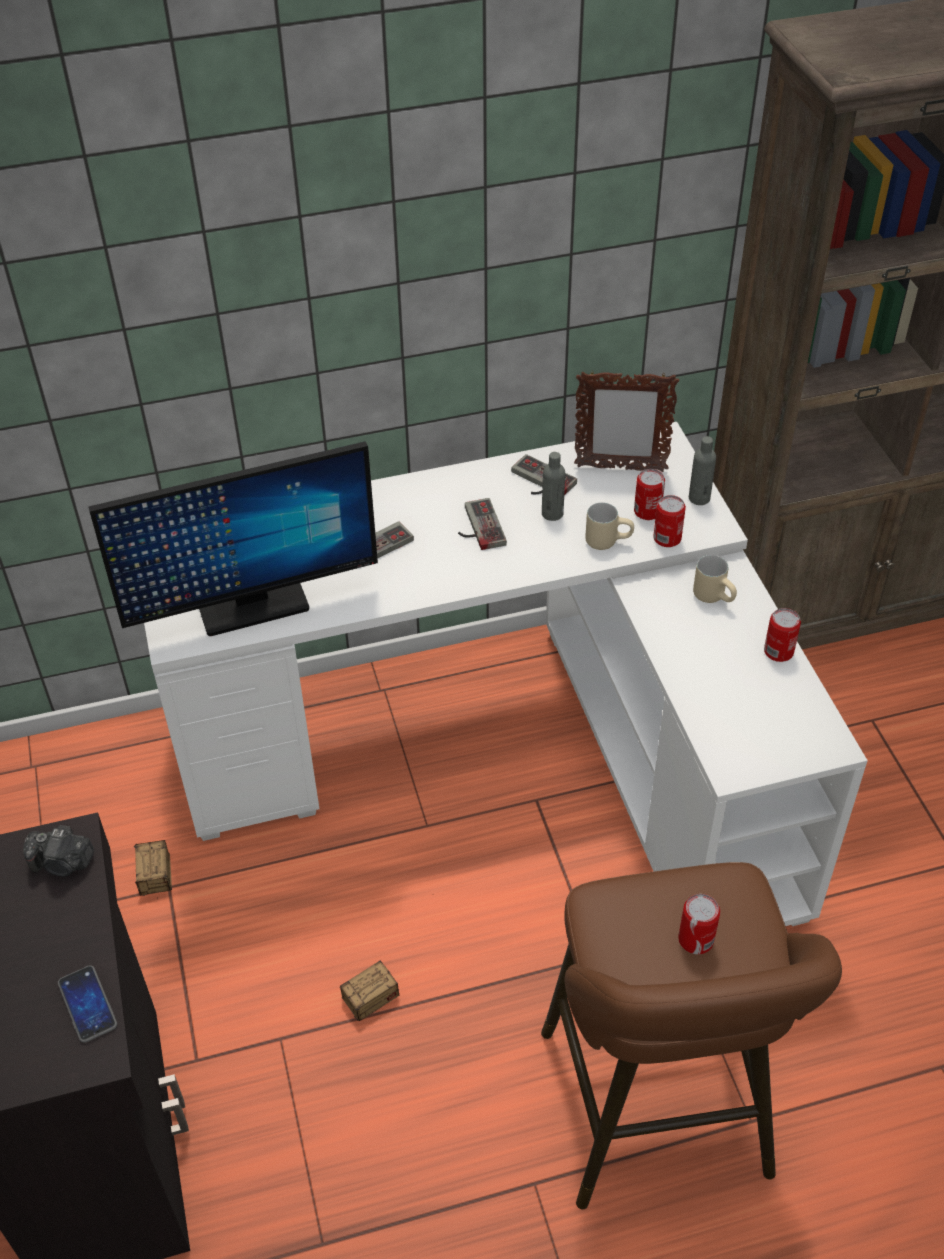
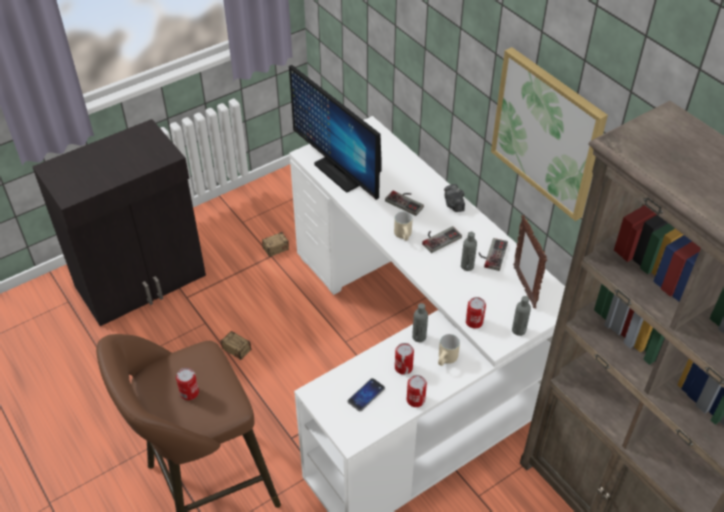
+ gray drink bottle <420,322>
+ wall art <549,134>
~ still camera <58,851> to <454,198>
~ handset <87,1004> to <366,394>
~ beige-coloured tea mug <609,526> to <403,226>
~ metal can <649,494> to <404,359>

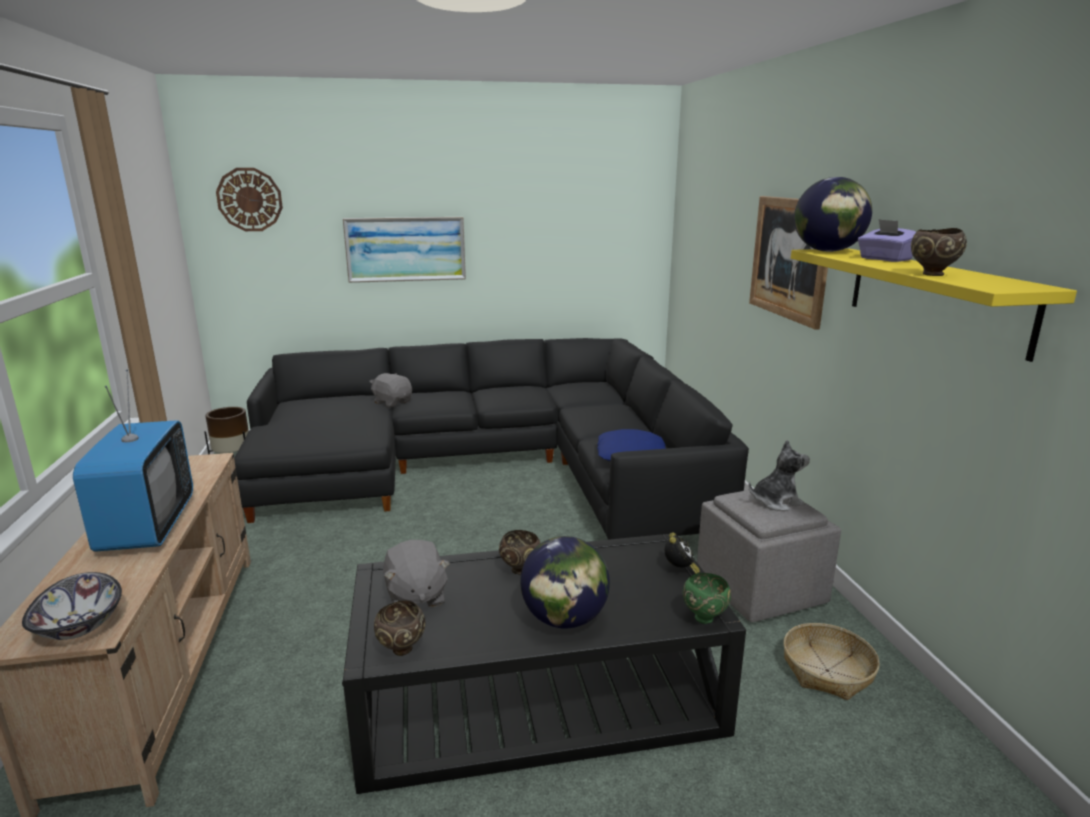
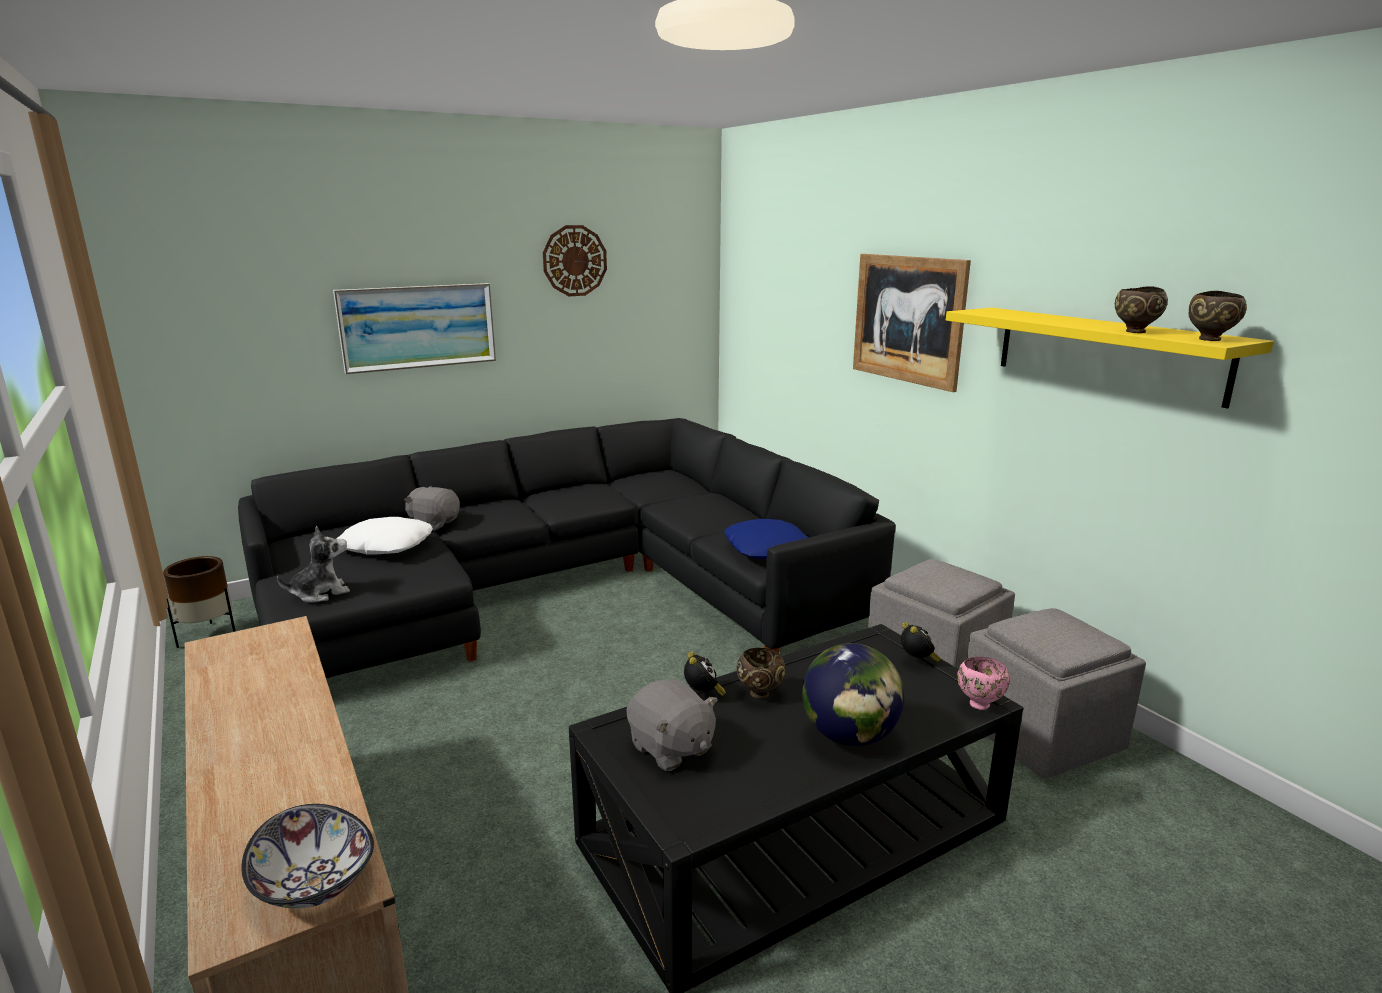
- television <133,461>
- desk globe <833,214>
- purple-coloured tissue holder <887,240>
+ whitish throw pillow <384,535>
+ bedside clock <705,674>
~ clock on the wall <249,199> to <575,260>
~ brown serving bowl <399,628> to <1218,316>
~ cuddly toy <779,475> to <313,564>
~ storage basket <831,661> to gray ottoman <1056,693>
~ greenish serving bowl <707,598> to pink-coloured serving bowl <983,683>

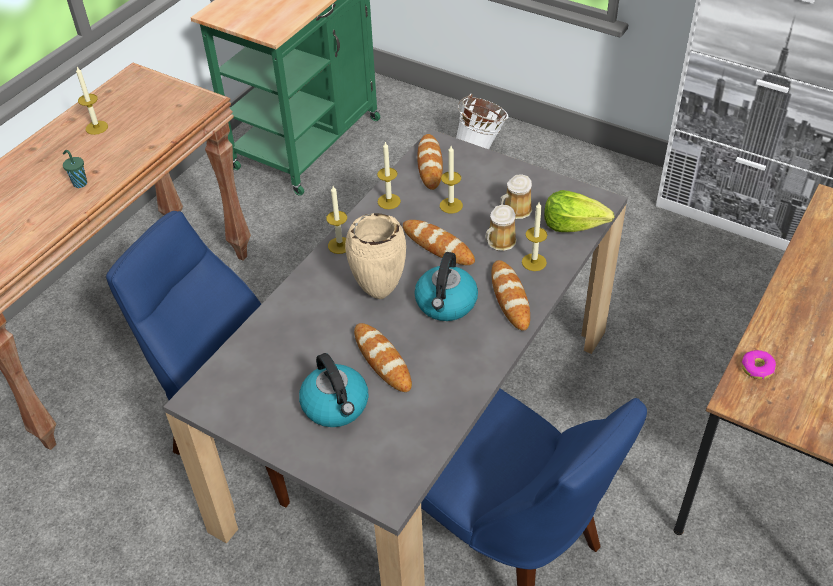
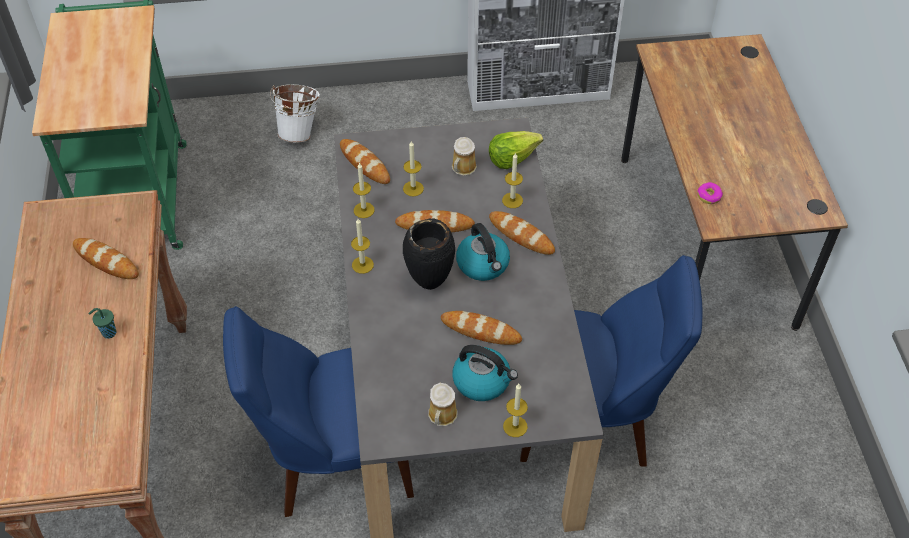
+ bread <106,258>
~ candle <92,101> to <515,410>
~ tea mug <501,228> to <443,404>
~ beige-coloured decorative vase <375,256> to blackish decorative vase <429,254>

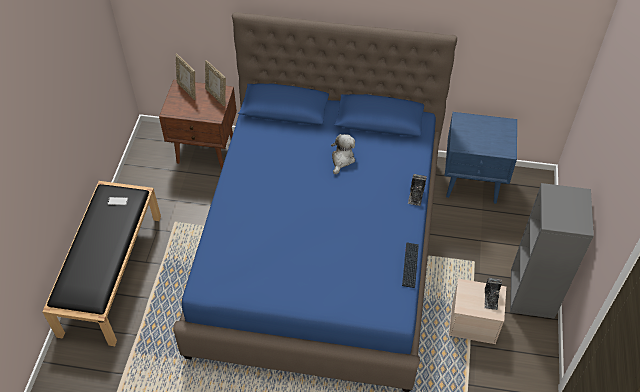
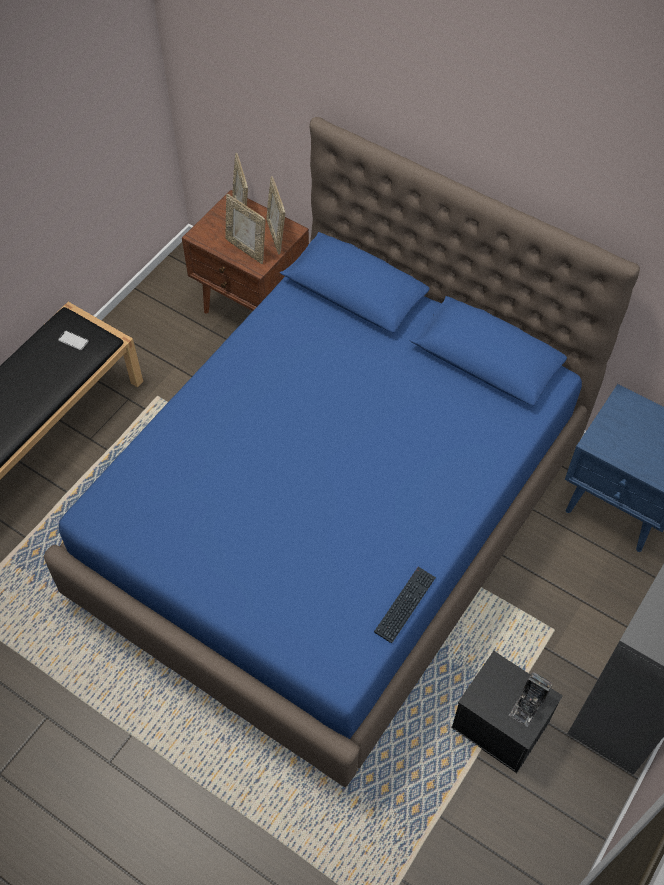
- cuddly toy <343,154>
- still camera <417,190>
+ photo frame <245,228>
~ beige-coloured storage bin <477,311> to blackish storage bin <507,712>

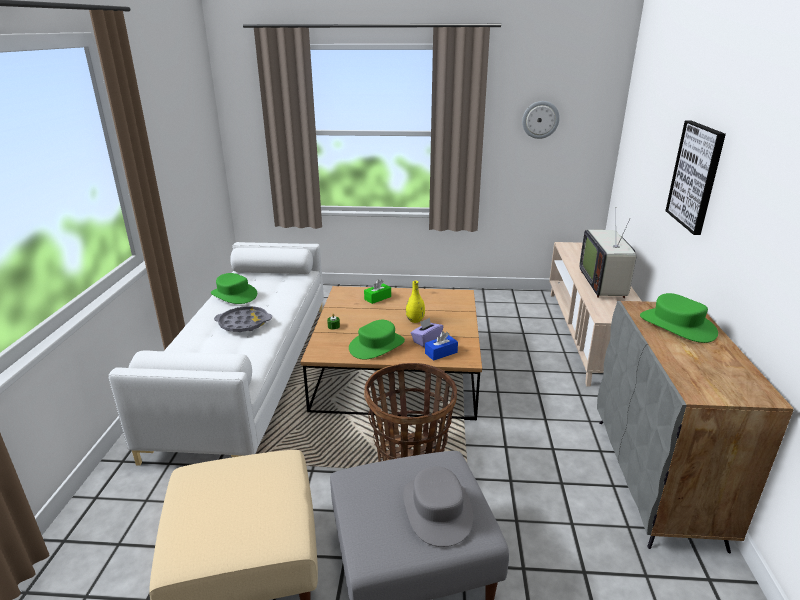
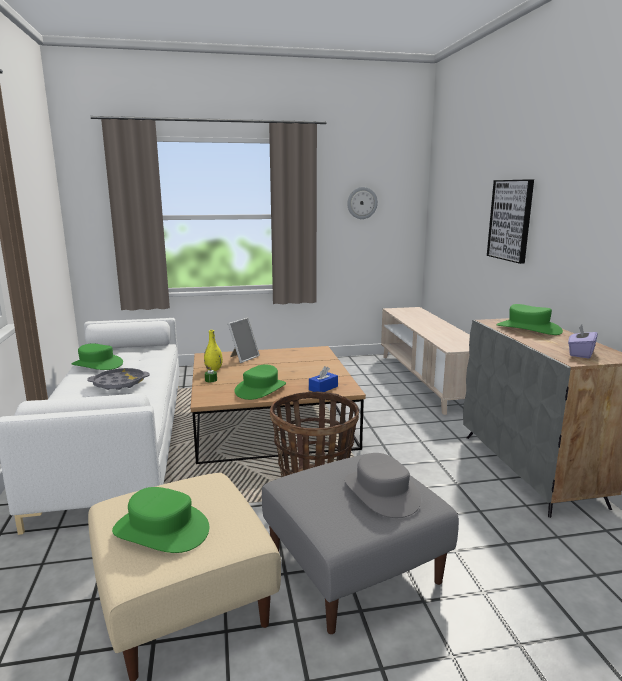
- television <608,252>
+ greenish hat <160,520>
~ yellow decorative vase <415,302> to <213,350>
~ purple-coloured tissue holder <427,332> to <583,341>
~ greenish tissue holder <377,291> to photo frame <244,340>

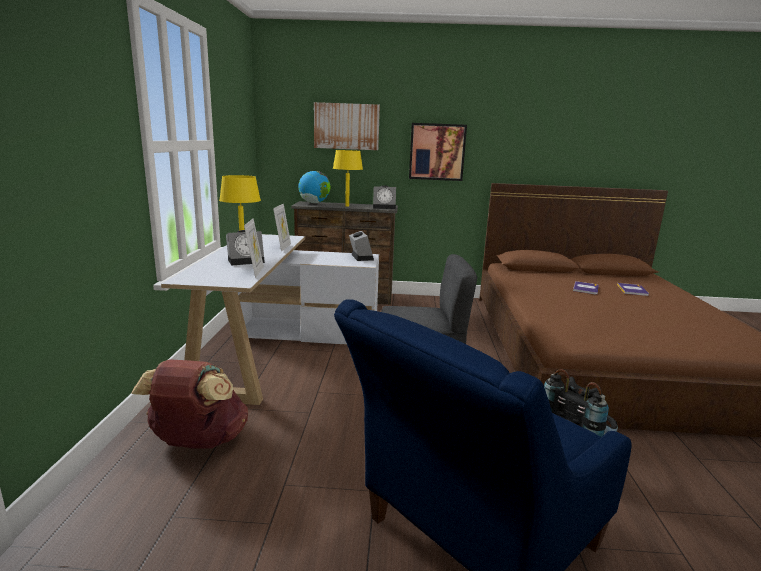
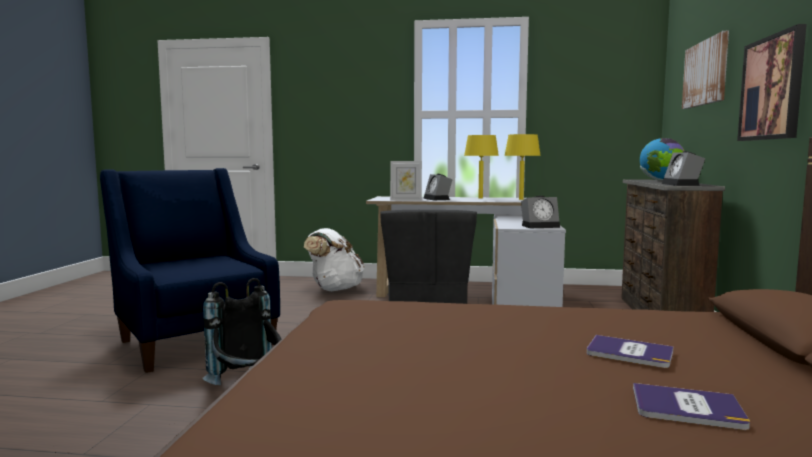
- photo frame <282,227>
~ yellow table lamp <348,178> to <522,167>
~ brown backpack <189,404> to whitish backpack <334,259>

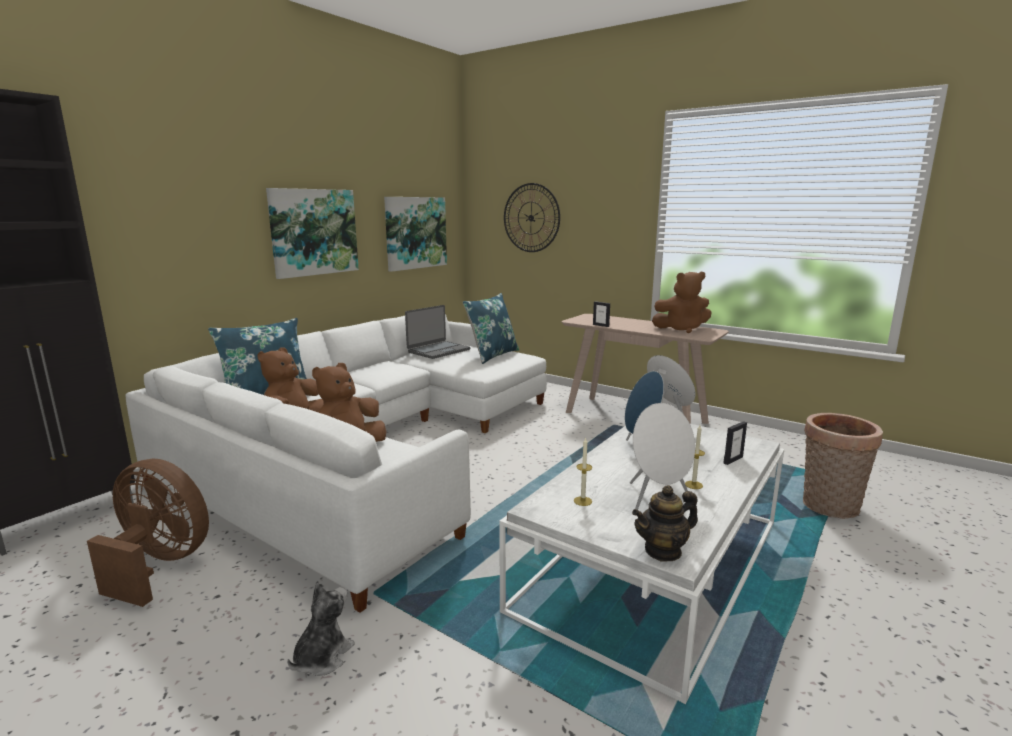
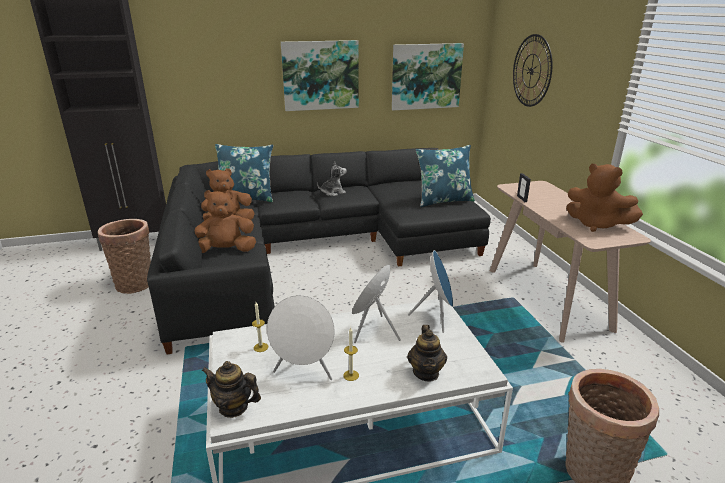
- notebook computer <437,332>
~ cuddly toy <321,629> to <332,178>
~ brown fan <148,533> to storage basket <124,256>
~ photo frame <735,443> to pot for tea <427,353>
~ whitish settee <336,463> to blackish settee <319,251>

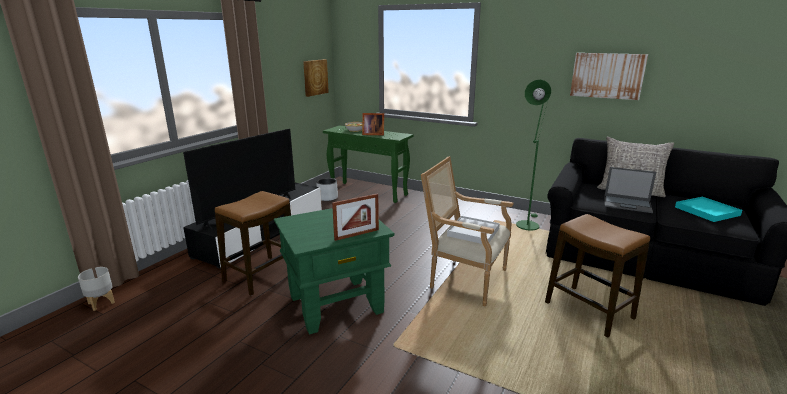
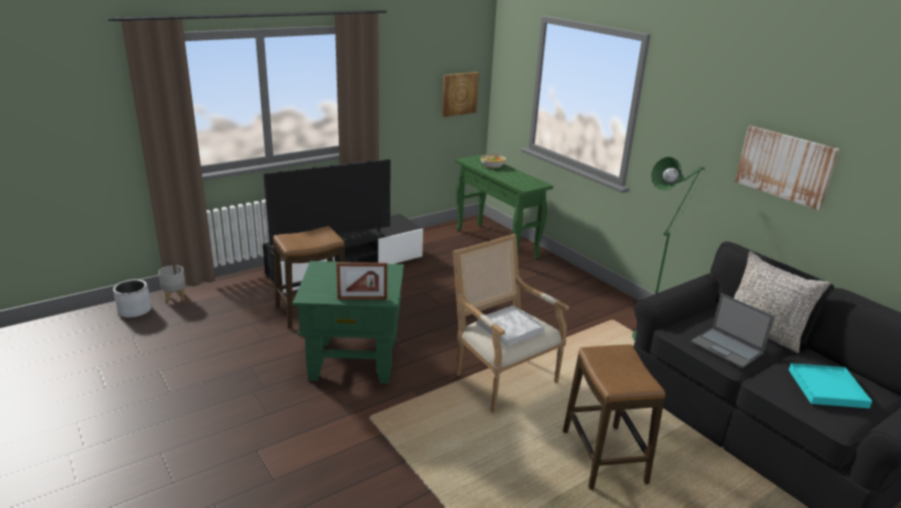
- photo frame <373,124>
~ gray planter <327,189> to <132,298>

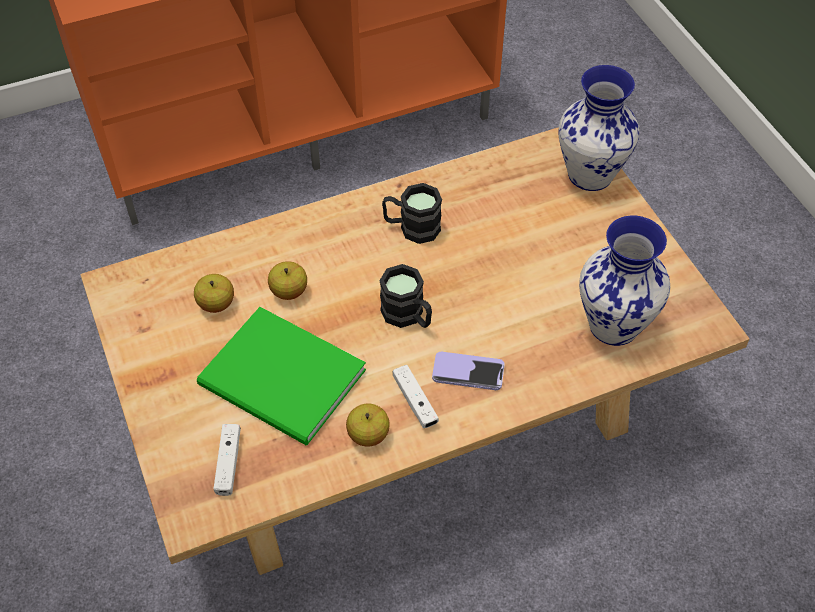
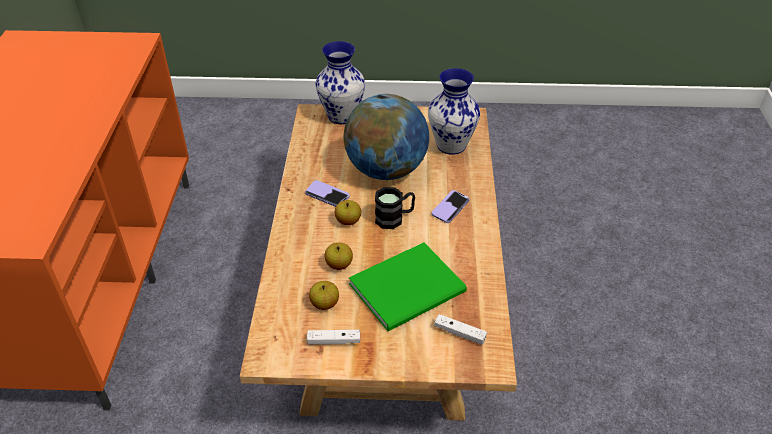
+ desk globe <386,137>
~ apple fruit <368,425> to <348,212>
~ whitish gamepad <416,396> to <333,337>
~ blackish tea mug <412,213> to handset <327,193>

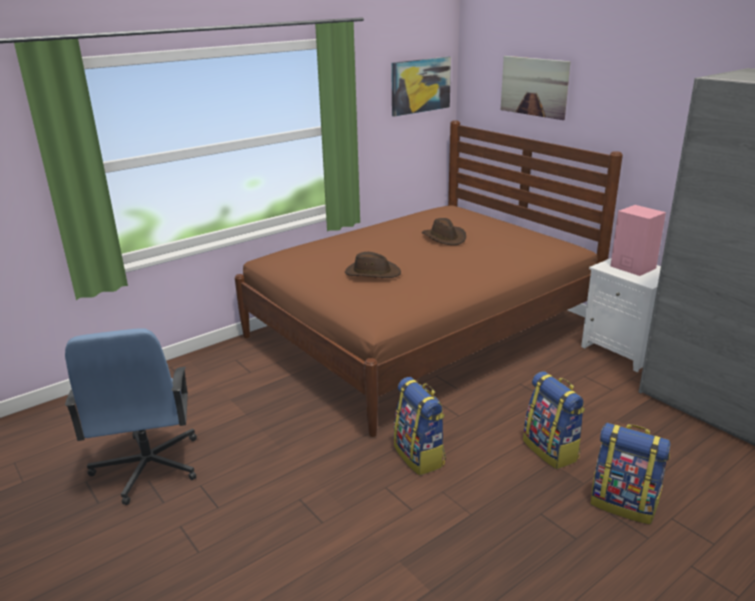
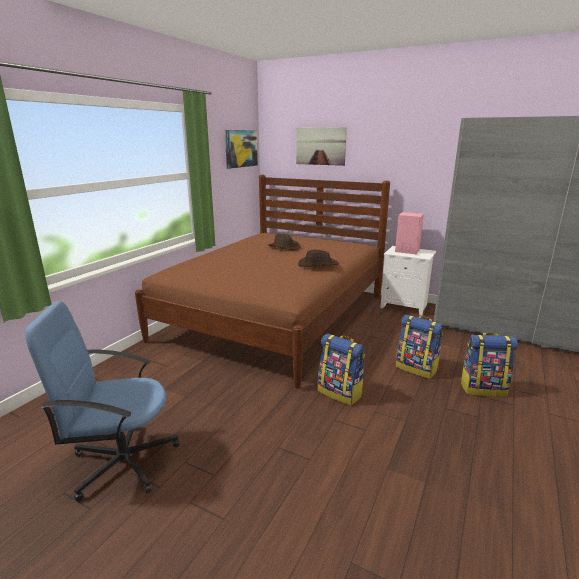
~ brown hat <373,265> to <318,258>
~ blue-coloured office chair <131,416> = <102,401> 120 degrees clockwise

